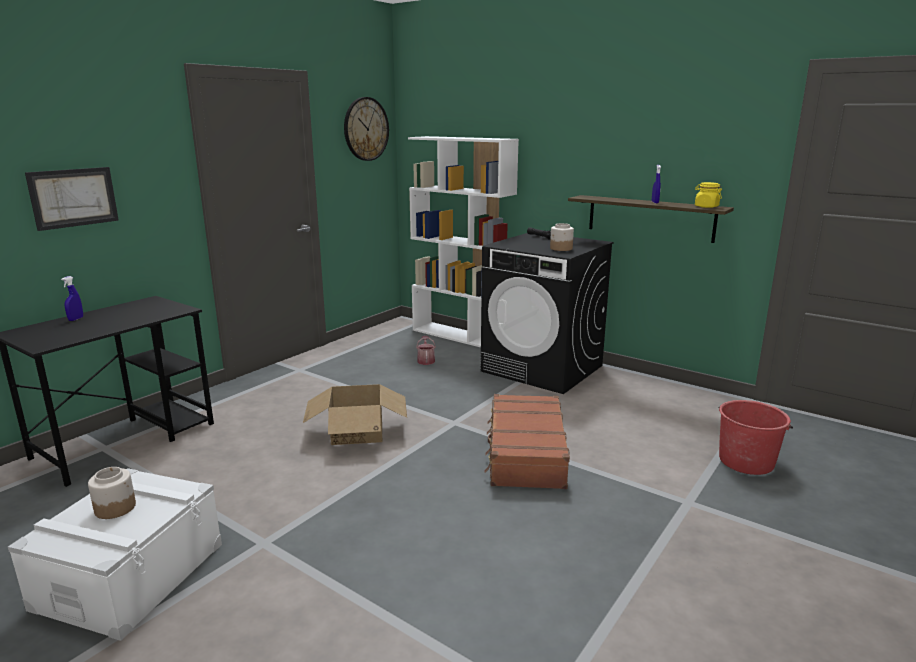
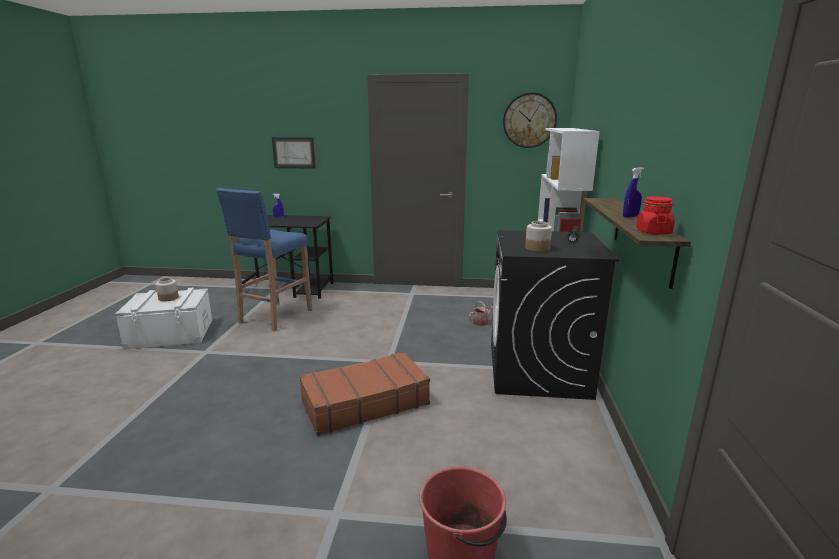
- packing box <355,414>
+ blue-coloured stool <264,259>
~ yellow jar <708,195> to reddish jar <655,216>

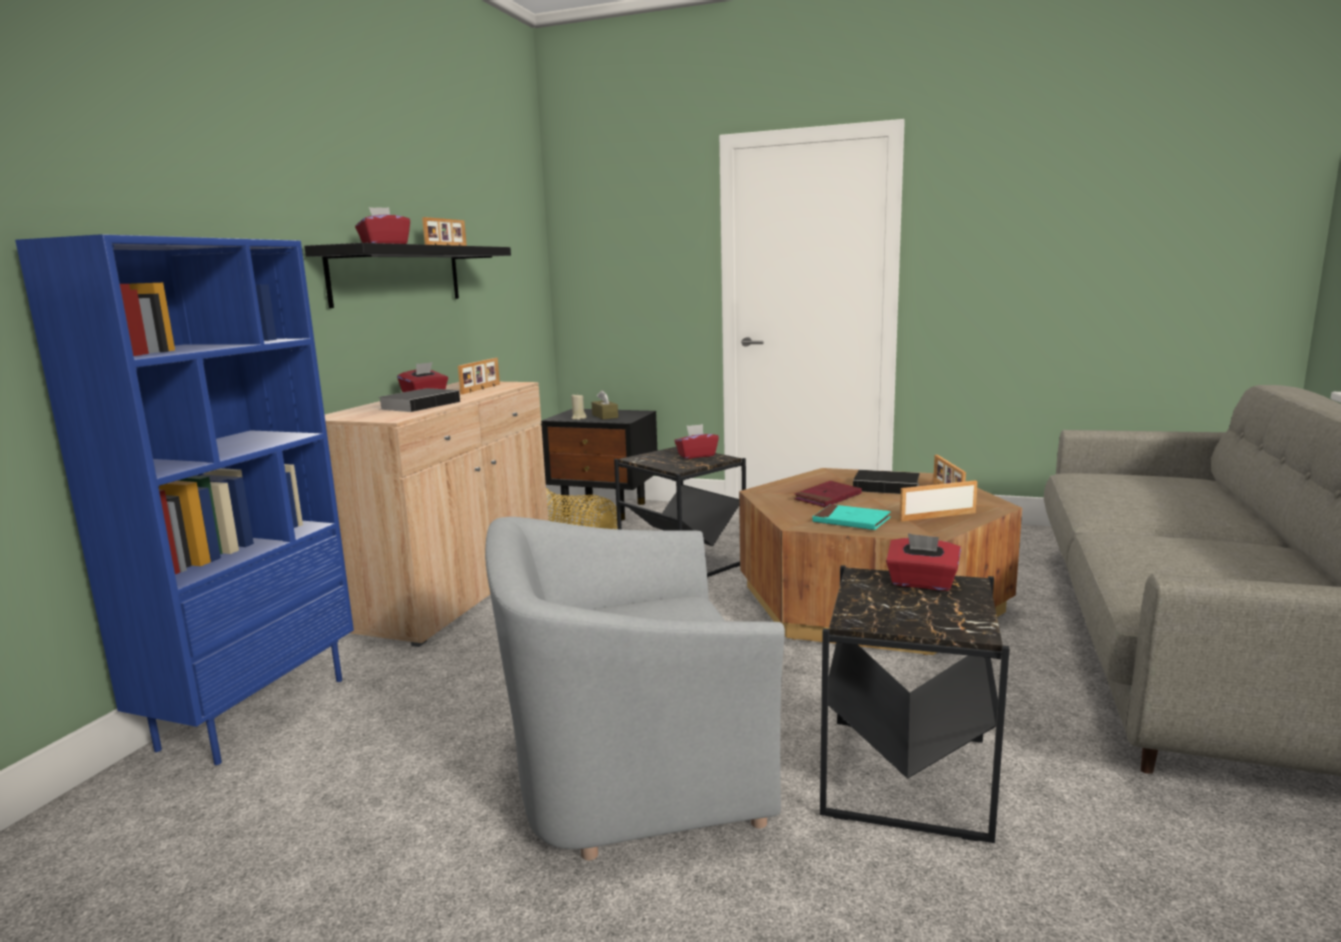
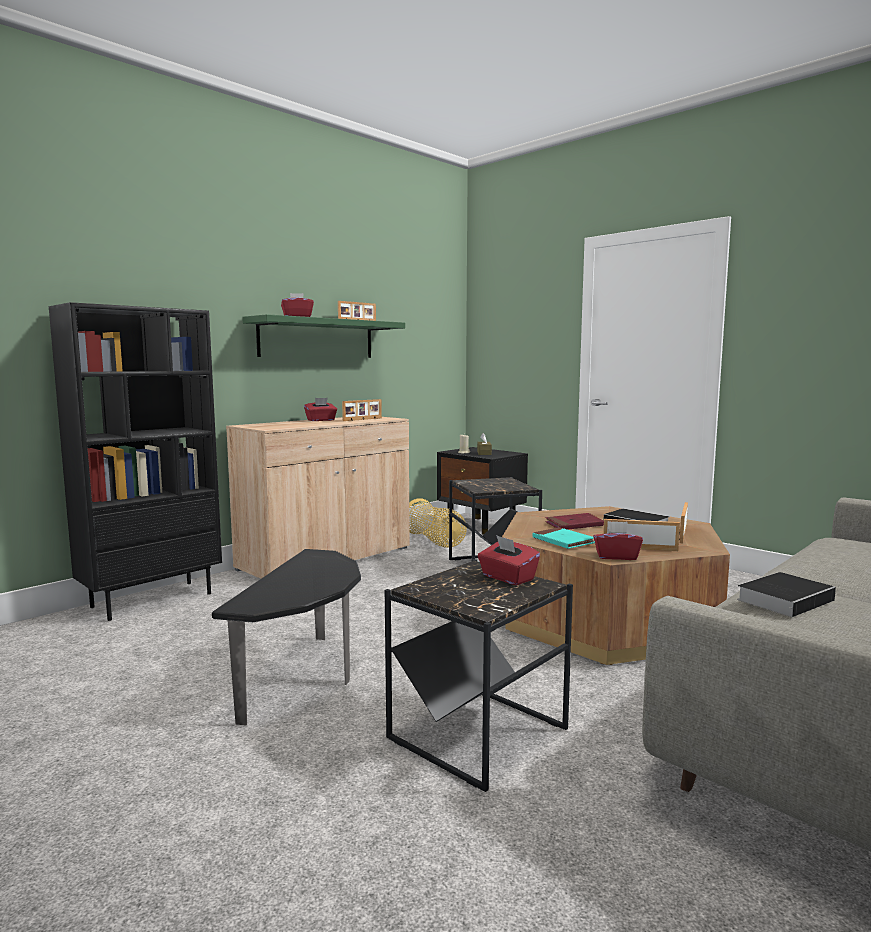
~ volume <420,400> to <786,594>
~ reddish tissue holder <697,441> to <618,540>
~ gray easy chair <635,689> to accent table <286,637>
~ blue-coloured bookcase <184,499> to blackish bookcase <135,461>
~ blackish bracket shelf <407,275> to greenish bracket shelf <323,336>

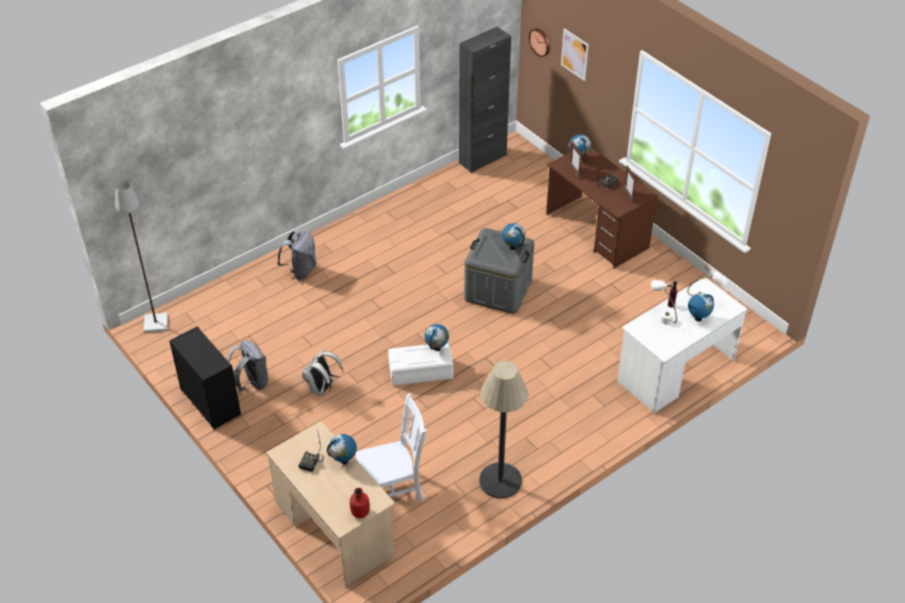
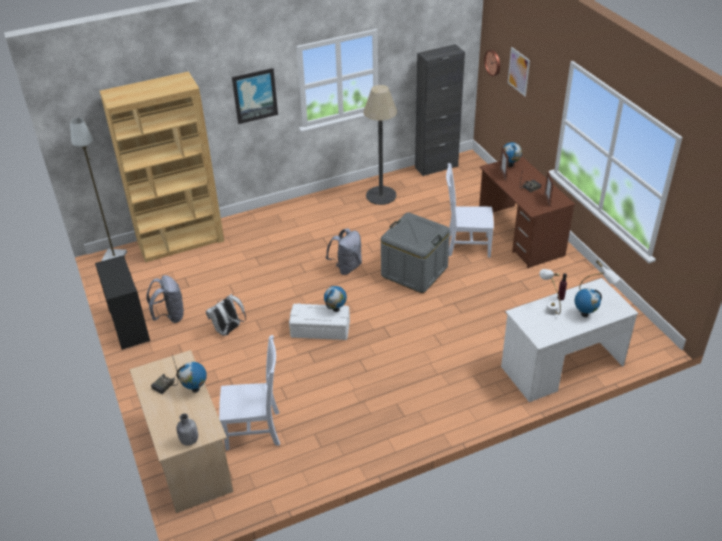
- desk globe <513,236>
+ brown bookcase <162,167>
+ wall art <255,96>
+ whitish plain chair <470,210>
~ gray backpack <297,255> to <344,251>
~ standing lamp <503,429> to <380,145>
~ reddish drink bottle <360,503> to gray drink bottle <187,430>

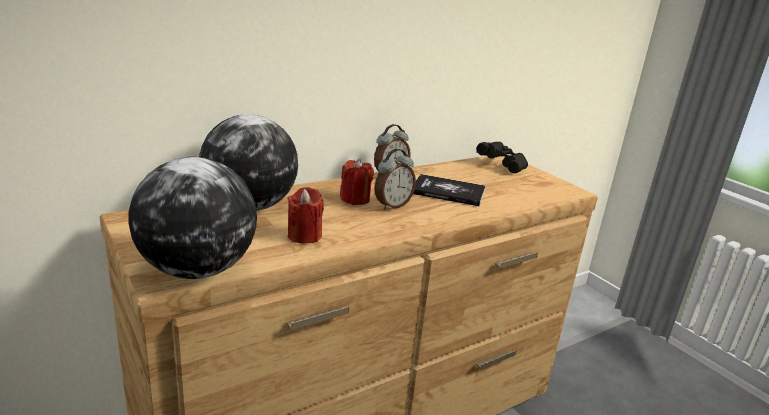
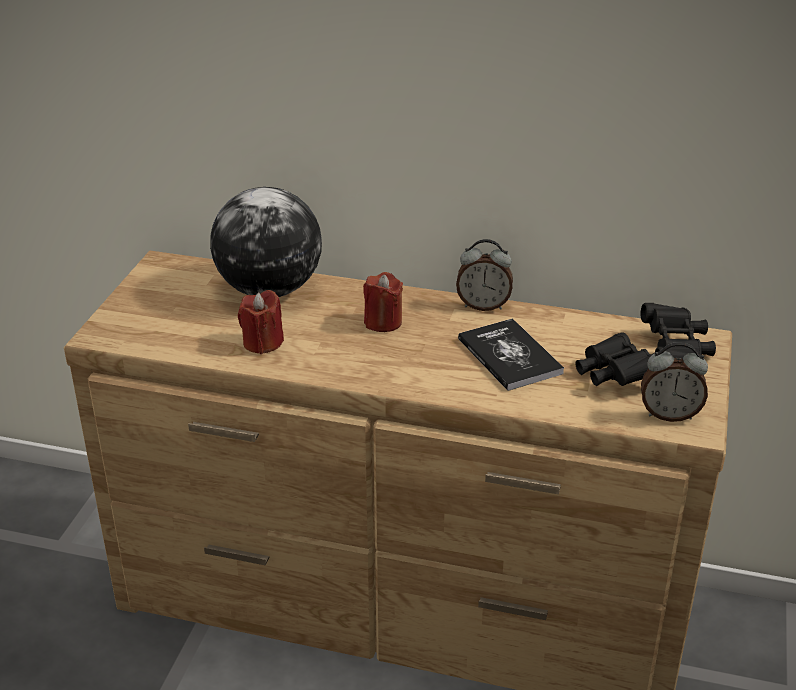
- desk globe <192,218>
+ blackish binoculars <614,359>
~ bedside clock <395,179> to <674,382>

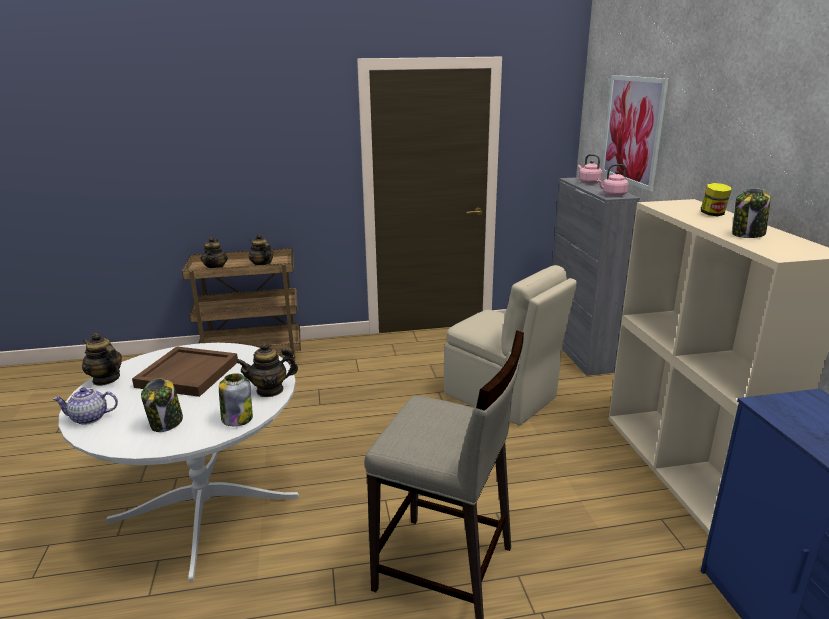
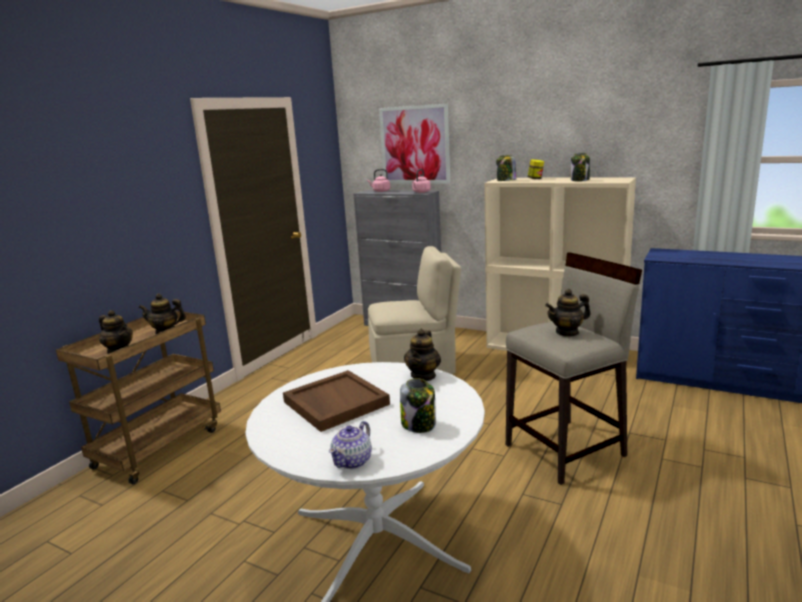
~ pot for tea <102,359> to <568,313>
~ jar <236,399> to <506,168>

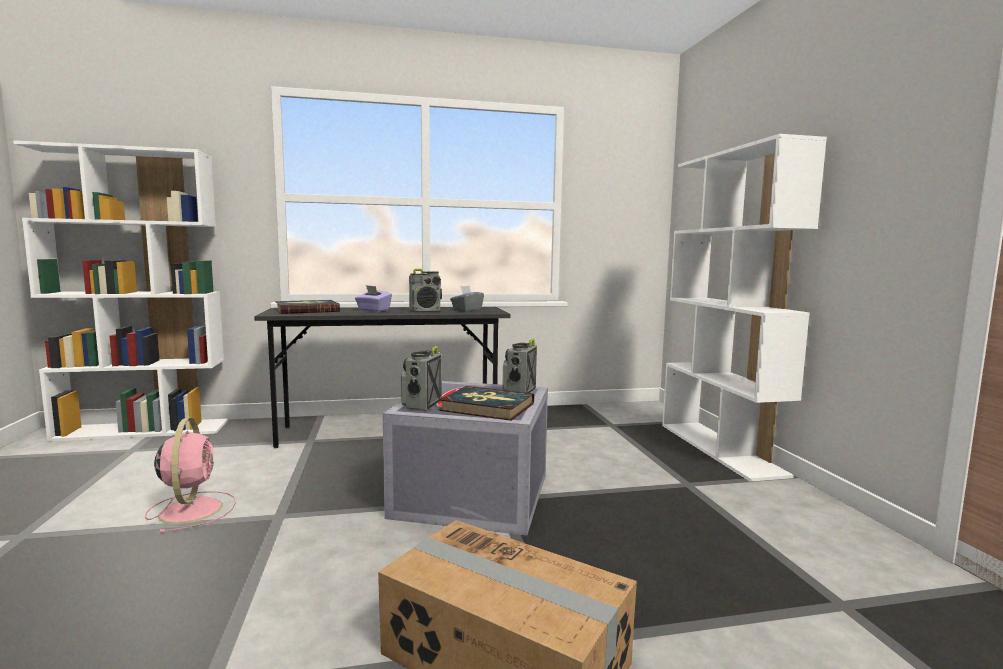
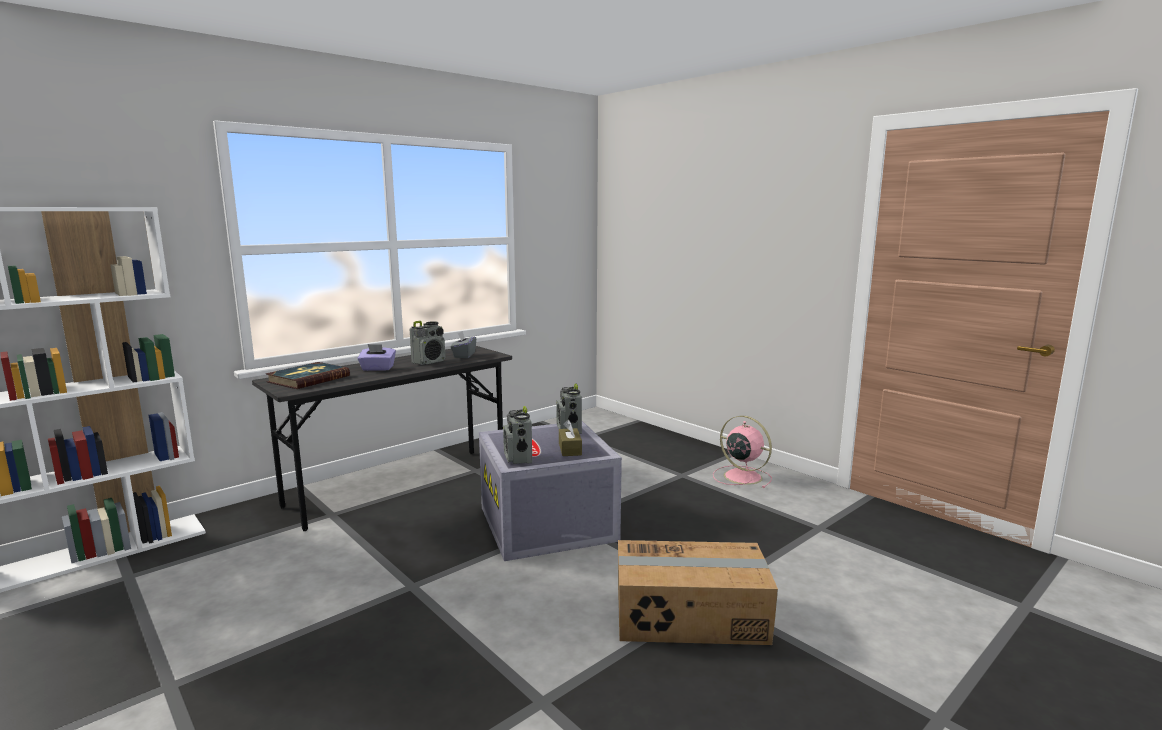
- whitish bookcase <744,308>
~ pink-coloured fan <190,475> to <742,452>
~ volume <486,403> to brown tissue holder <570,438>

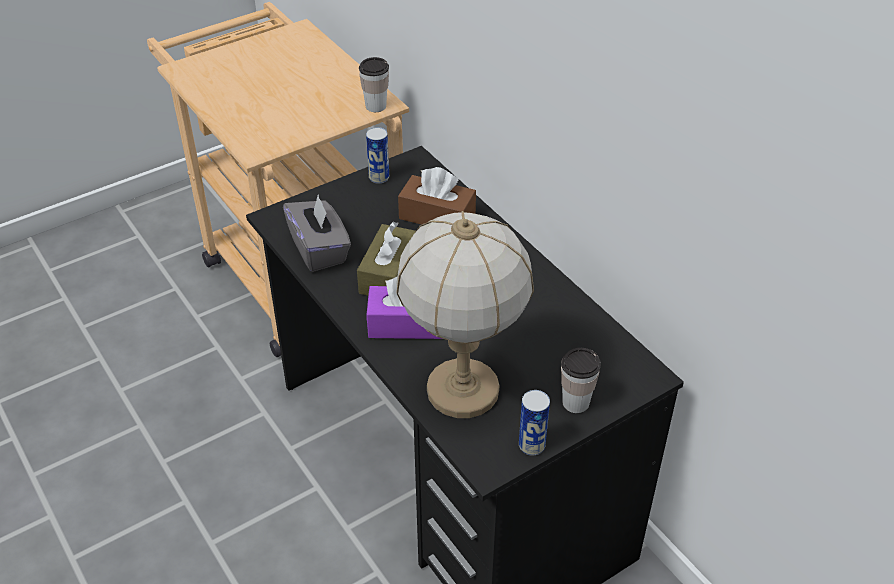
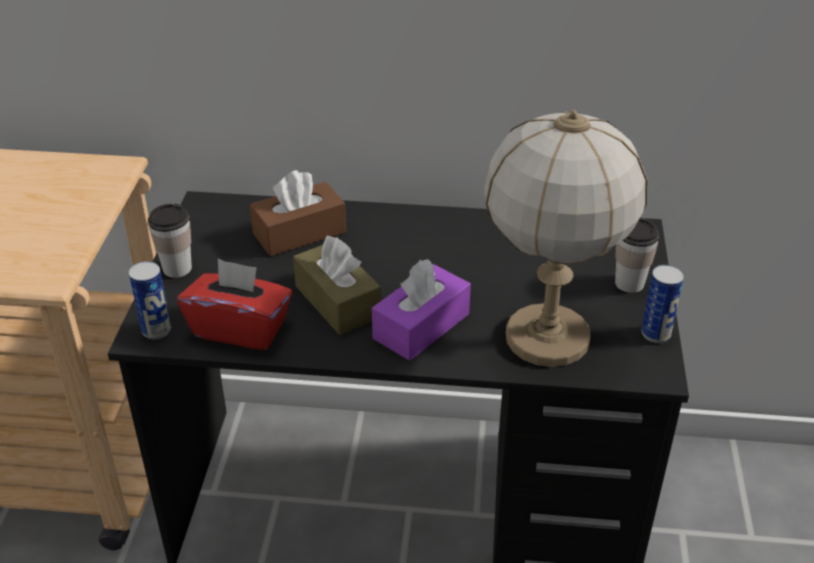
~ drinking cup <374,84> to <170,241>
~ metal can <377,155> to <150,300>
~ gray tissue holder <317,233> to reddish tissue holder <234,304>

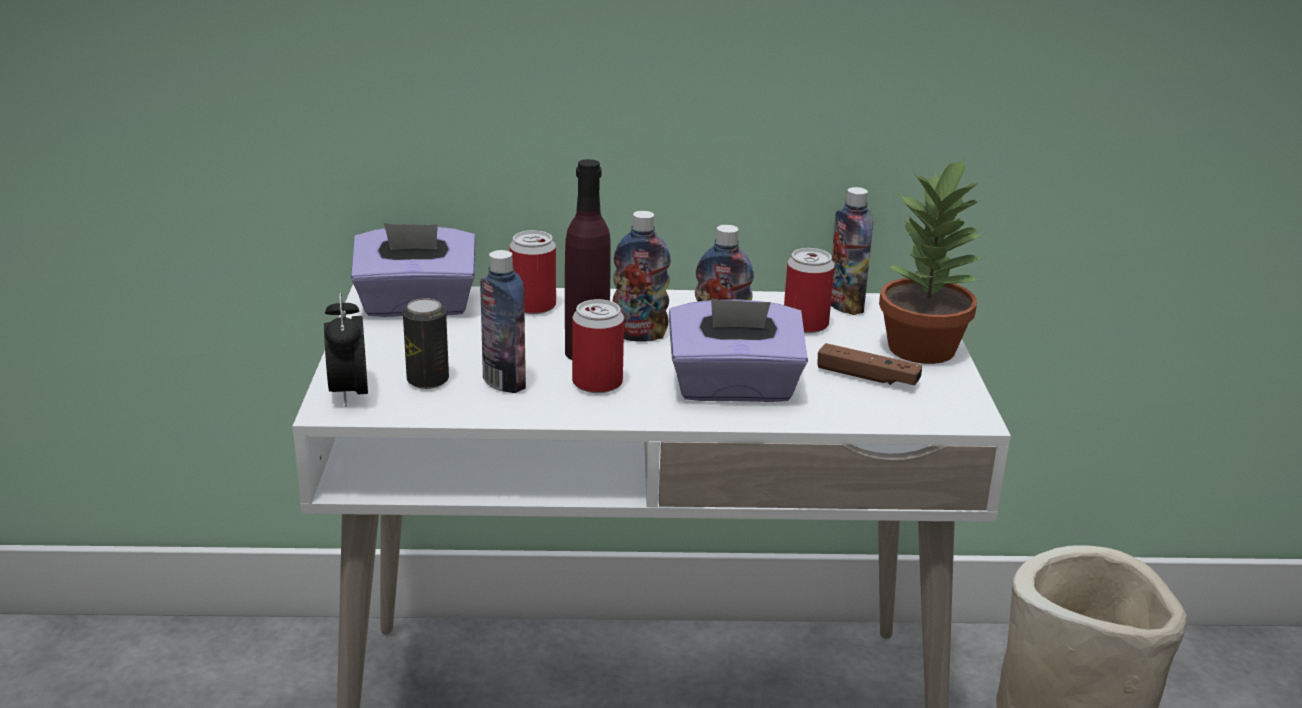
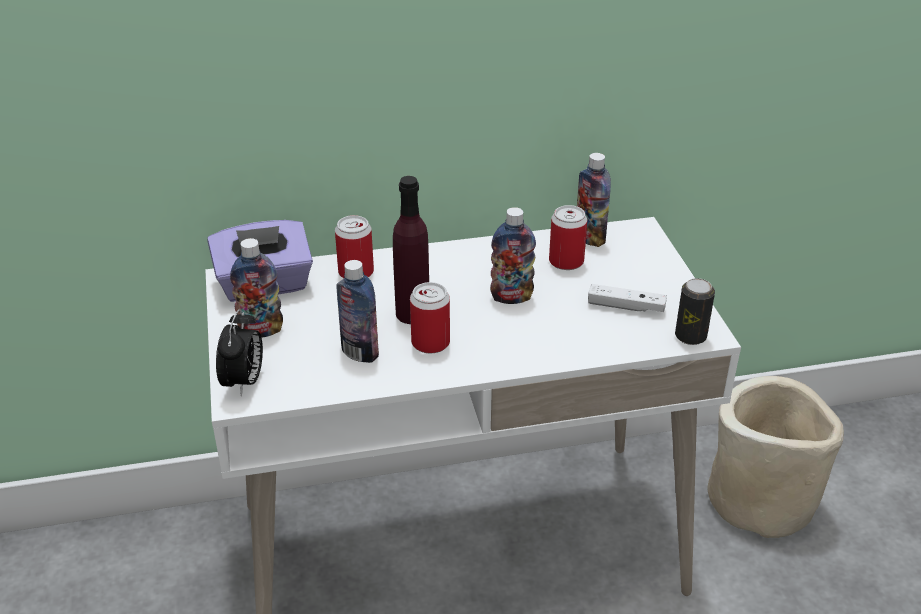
- purple-coloured tissue holder <738,350>
- houseplant <932,260>
~ metal can <426,343> to <695,311>
~ drink bottle <642,276> to <256,288>
~ brown gamepad <869,364> to whitish gamepad <627,298>
~ bedside clock <346,349> = <239,352> 150 degrees counterclockwise

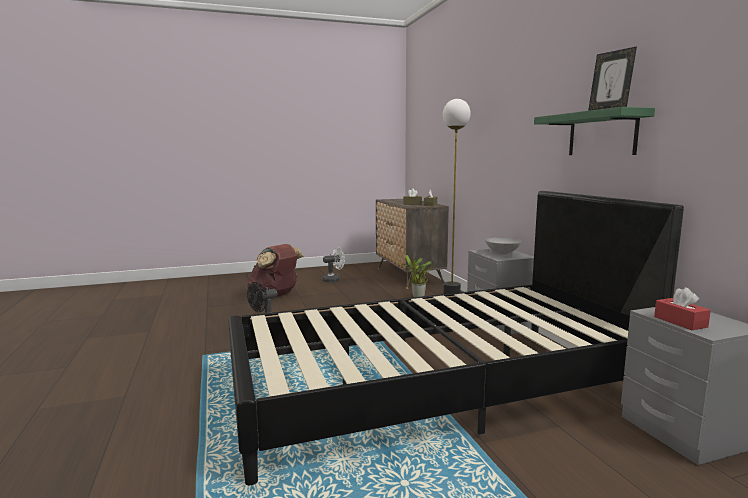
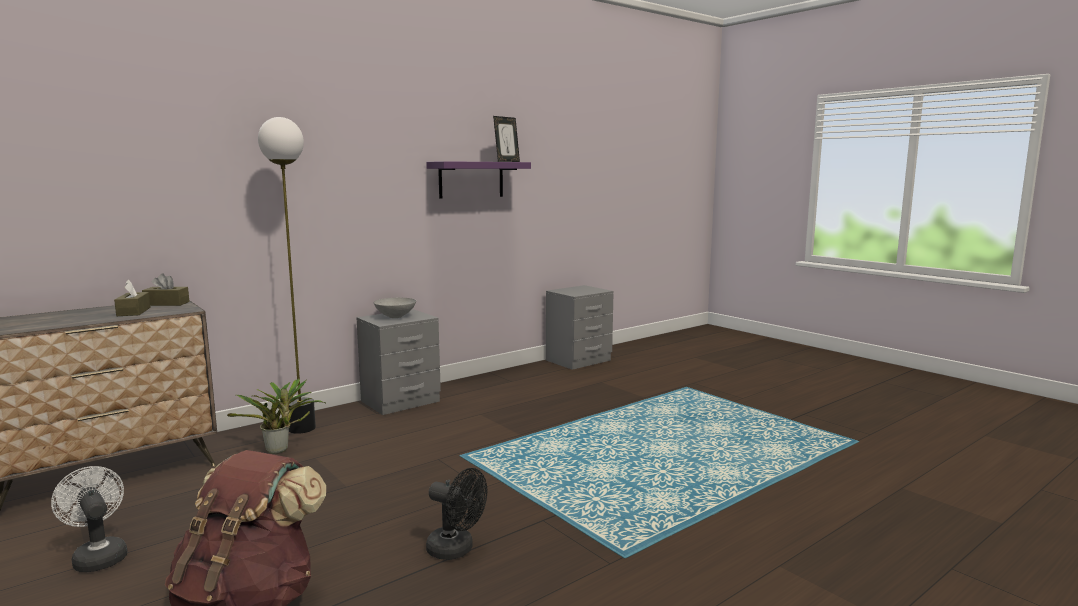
- blackish bed <456,338>
- reddish tissue holder <682,308>
~ greenish bracket shelf <594,131> to purple-coloured bracket shelf <478,179>

